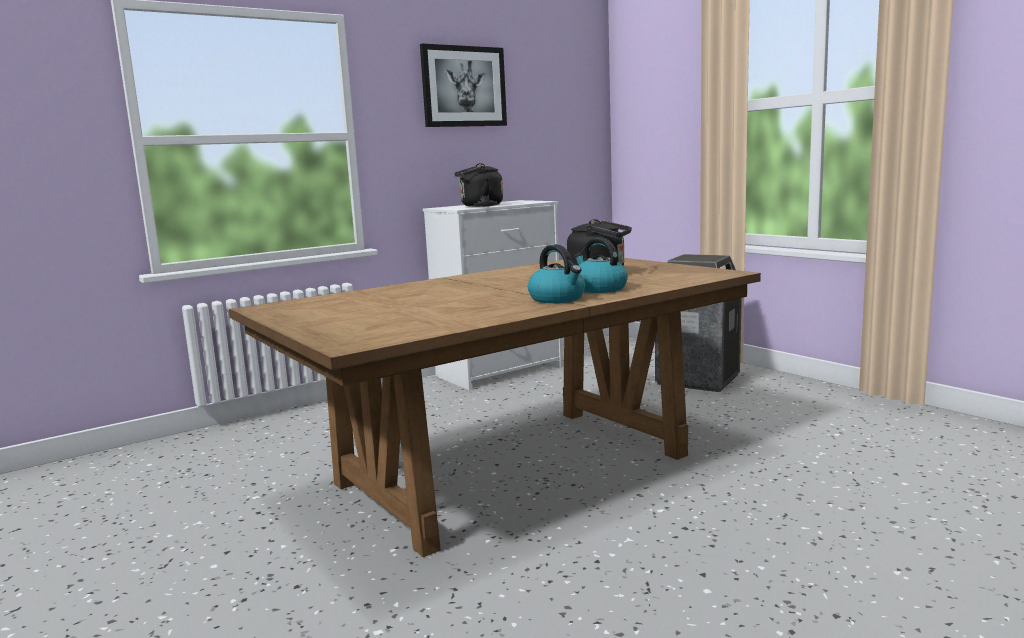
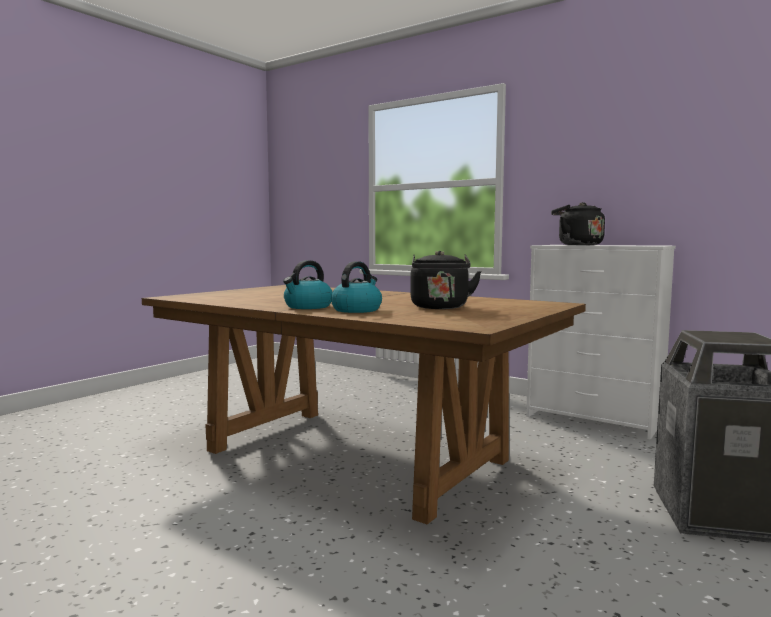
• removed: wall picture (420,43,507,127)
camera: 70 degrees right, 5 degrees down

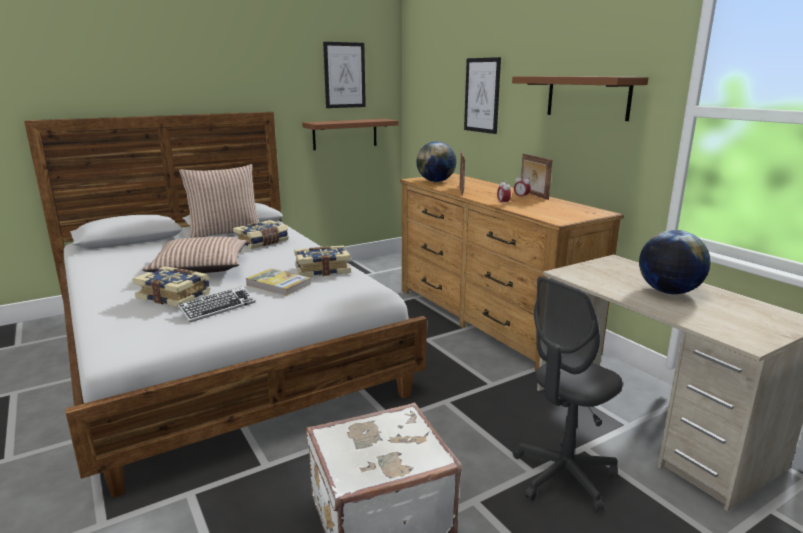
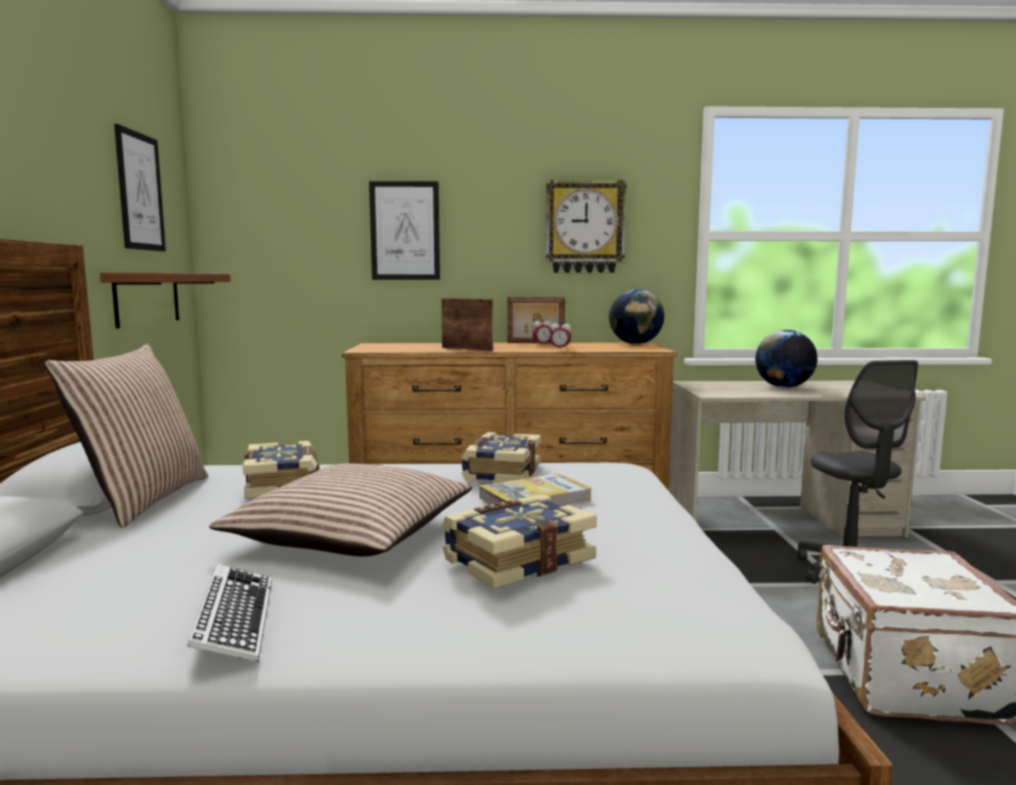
• moved: PC keyboard (178,286,256,323) to (187,564,272,662)
• moved: world globe (417,141,456,182) to (609,289,664,344)
• replaced: brownish wall shelf (512,76,649,121) to hanging clock (545,180,627,273)
camera: 60 degrees left, 10 degrees down

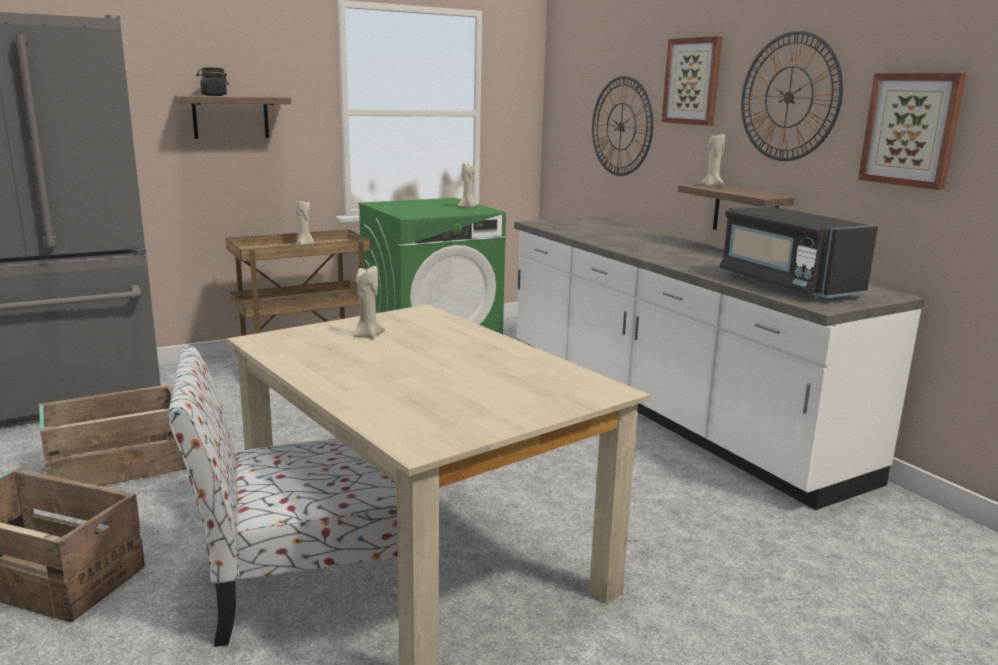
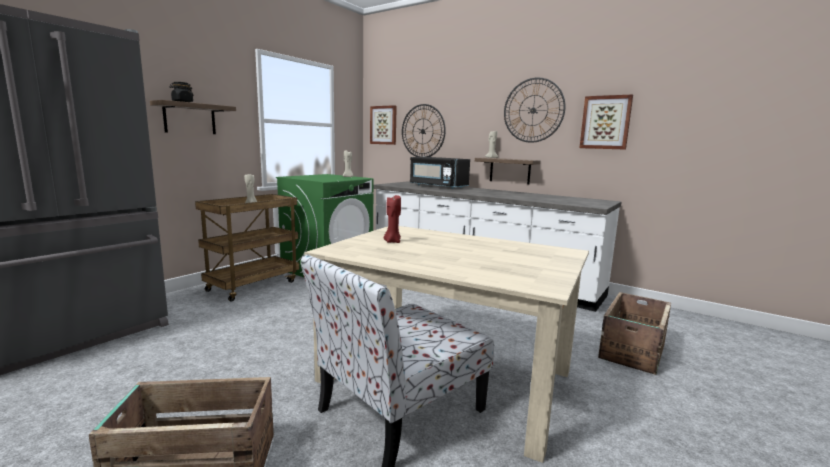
• moved: shipping crate (39,384,186,486) to (598,292,671,375)
• moved: wall picture (662,36,723,126) to (370,105,397,145)
• moved: black-coloured kitchen microwave (720,206,878,300) to (410,157,470,189)
• recoloured: sand-coloured wax light (353,266,385,339) to red-coloured wax light (384,195,401,243)
camera: 25 degrees left, 5 degrees down

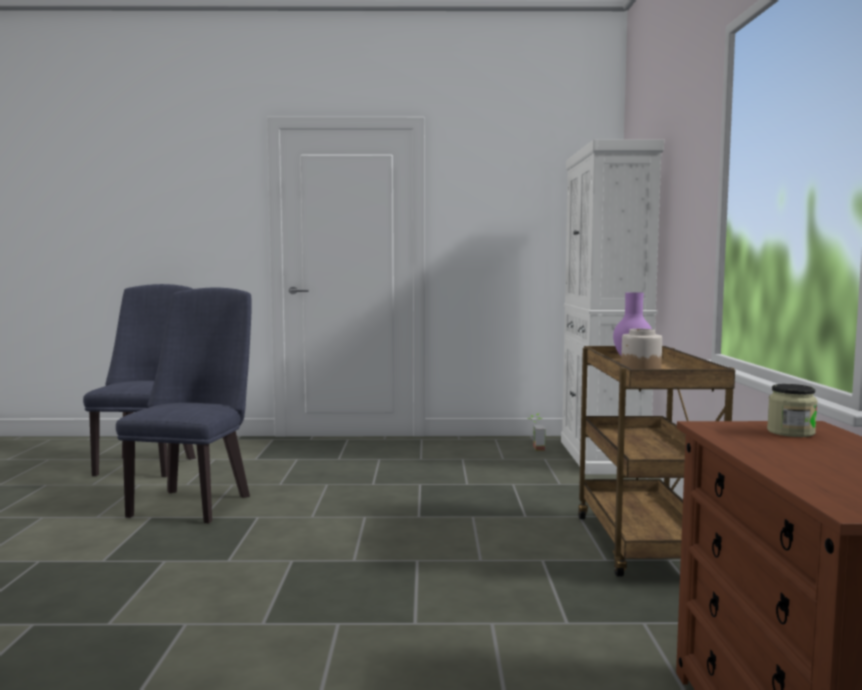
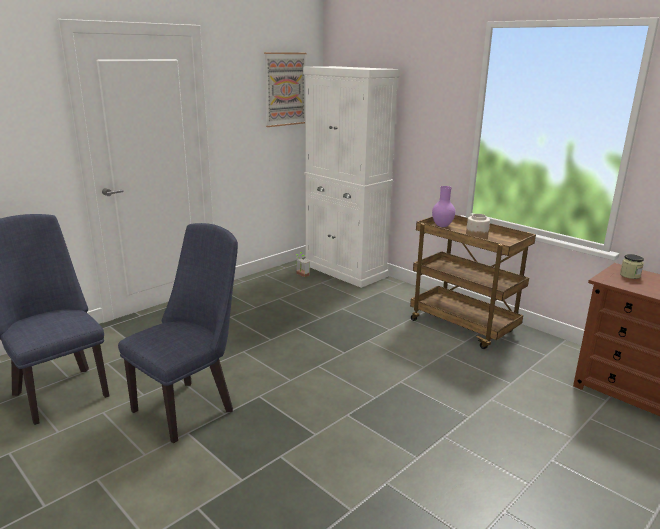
• added: wall picture (264,52,306,127)
• turned: blue-coloured plain chair (116,287,252,523) = (118,223,238,443) 75 degrees clockwise
camera: 45 degrees left, 15 degrees up

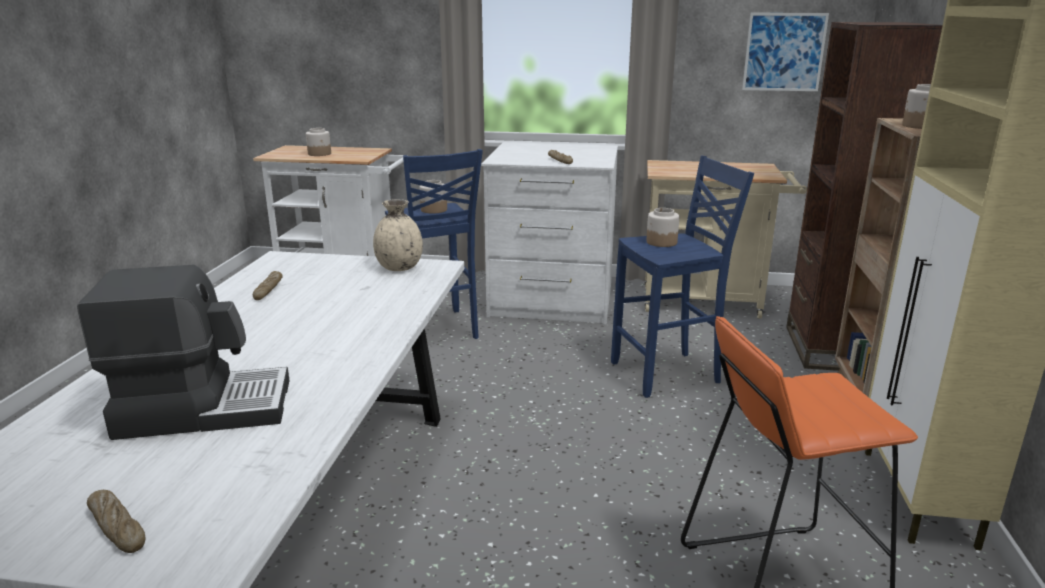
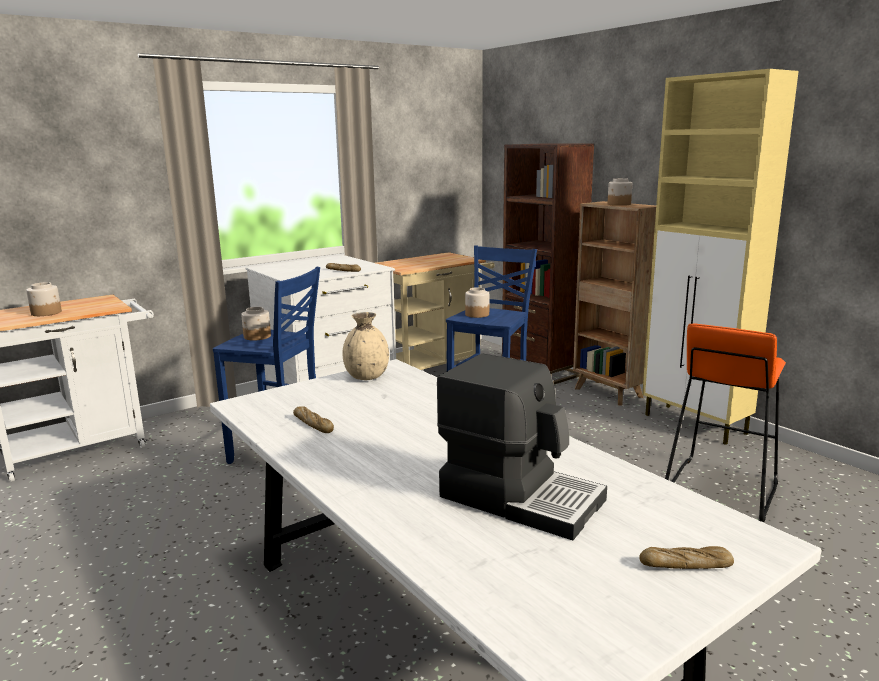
• removed: wall picture (742,13,829,91)
• turned: coffee machine (77,264,290,440) = (437,353,607,540) 90 degrees clockwise
camera: 45 degrees left, 5 degrees down

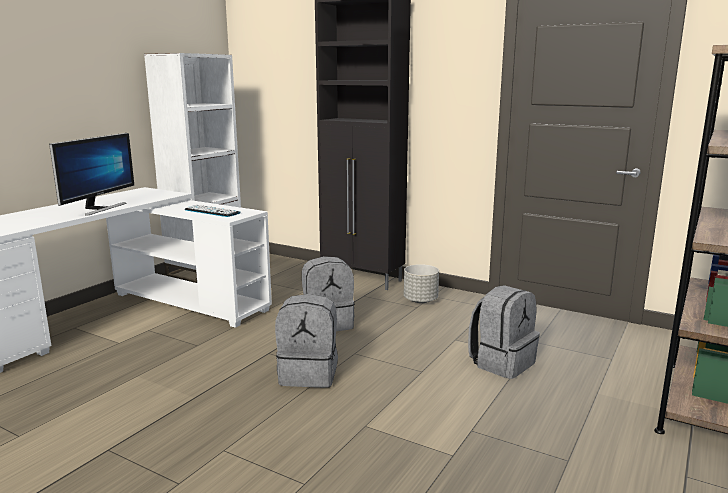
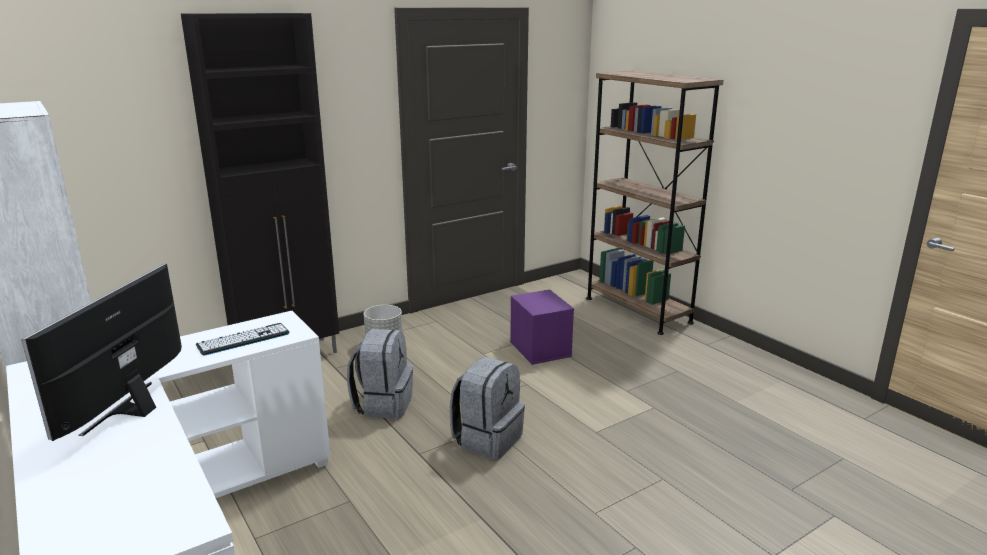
• replaced: gray rucksack (468,285,540,379) to purple storage container (510,290,574,365)
• turned: monitor (49,133,134,216) = (21,264,182,441) 120 degrees counterclockwise
camera: 65 degrees left, 5 degrees up

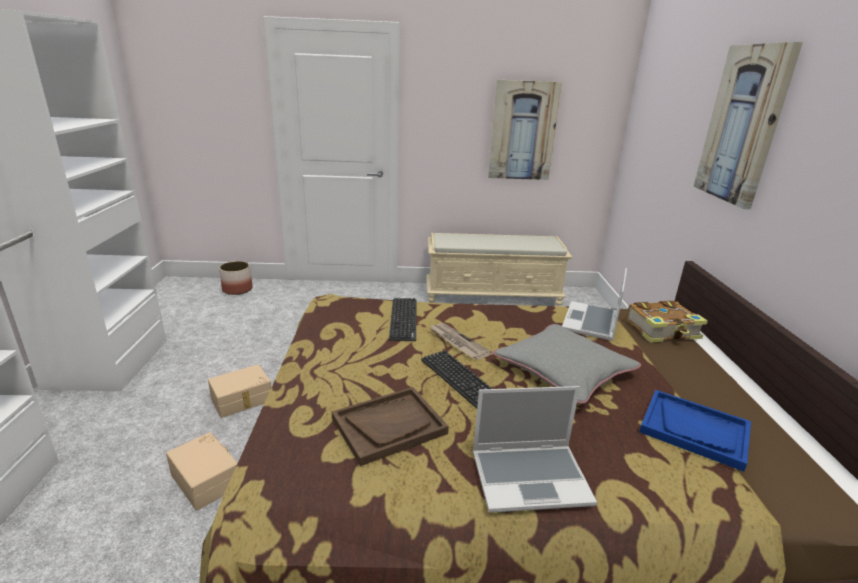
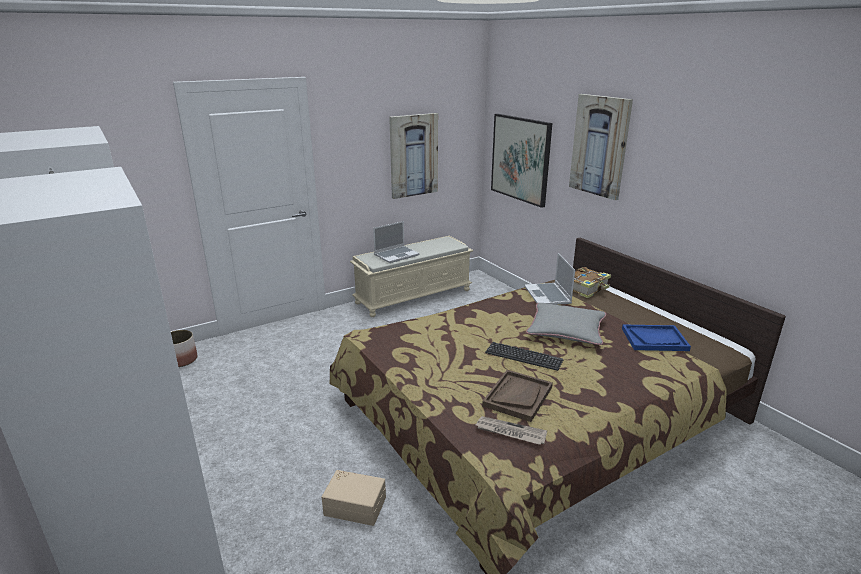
• removed: sand-coloured storage container (208,364,271,418)
• removed: PC keyboard (389,298,416,341)
• added: wall picture (491,114,552,208)
• moved: daily paper (430,323,492,360) to (476,416,547,445)
• moved: notebook computer (473,386,597,513) to (373,221,419,263)
camera: 30 degrees left, 0 degrees up

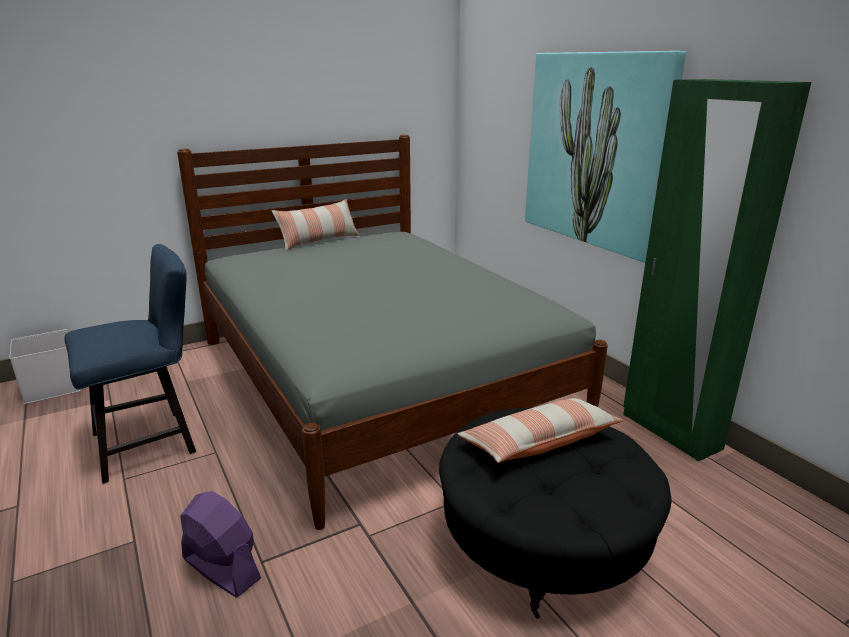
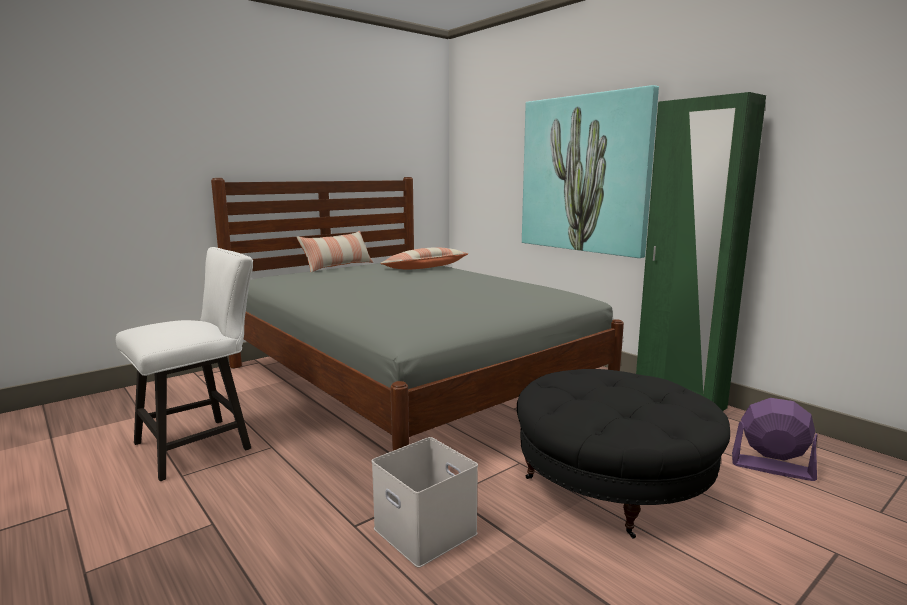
• moved: white-coloured storage container (9,329,81,404) to (372,437,478,567)
• moved: purple fan (180,491,261,598) to (732,398,818,481)
• moved: cushion (457,398,624,463) to (380,247,468,270)
• recoloured: blue-coloured plain chair (65,244,196,484) to white-coloured plain chair (116,247,253,481)
camera: 10 degrees left, 10 degrees down

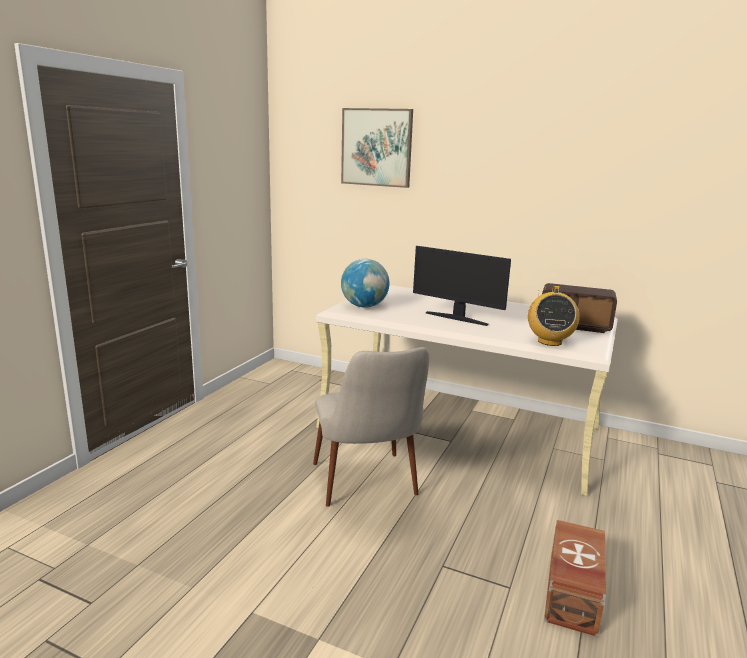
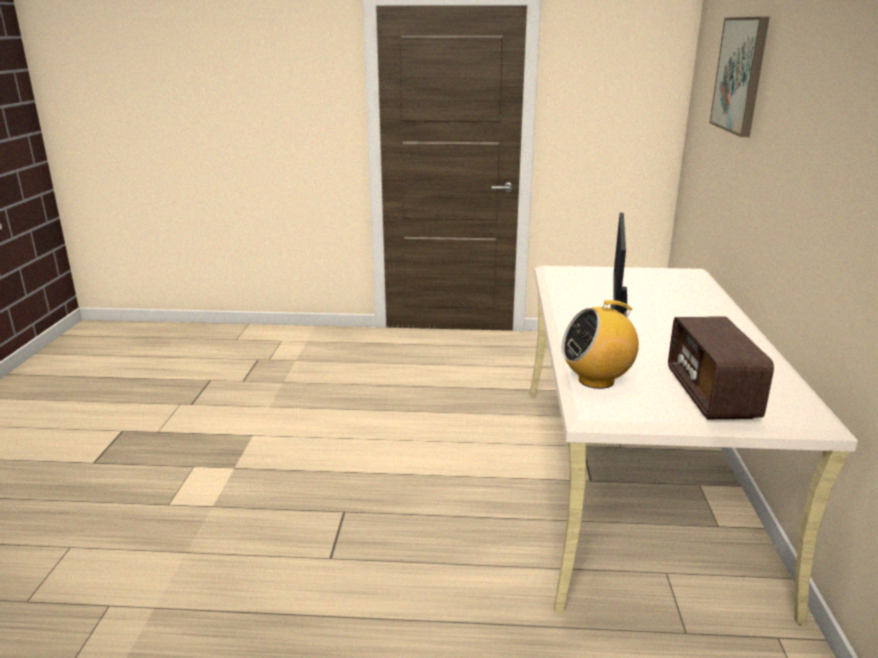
• removed: sand-coloured plain chair (313,347,429,507)
• removed: world globe (341,259,390,308)
• removed: brownish storage container (544,520,606,637)
camera: 70 degrees right, 5 degrees up

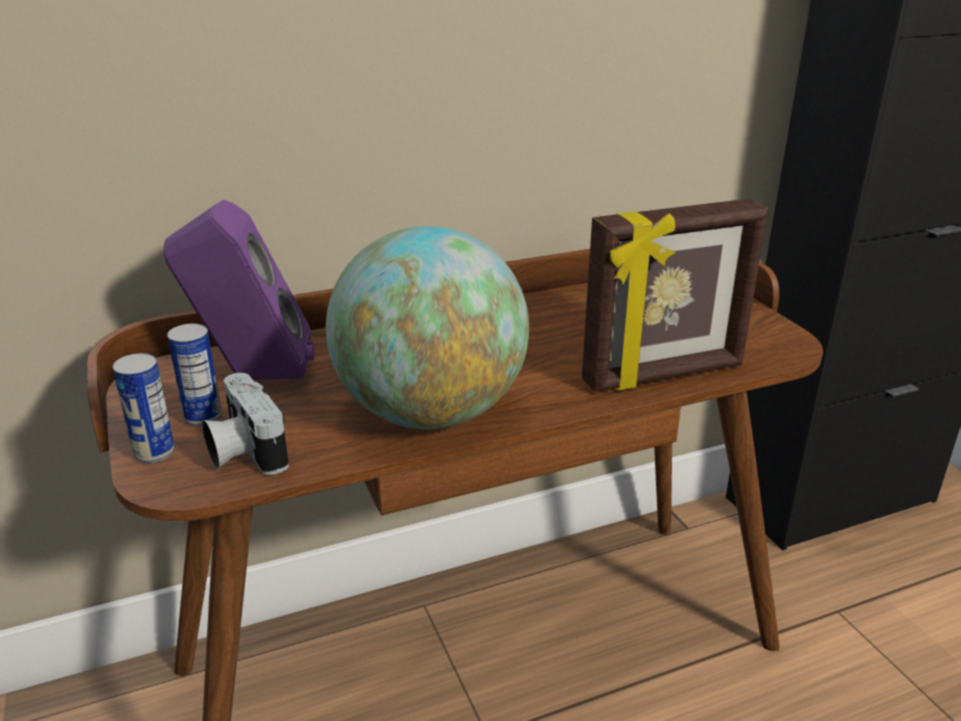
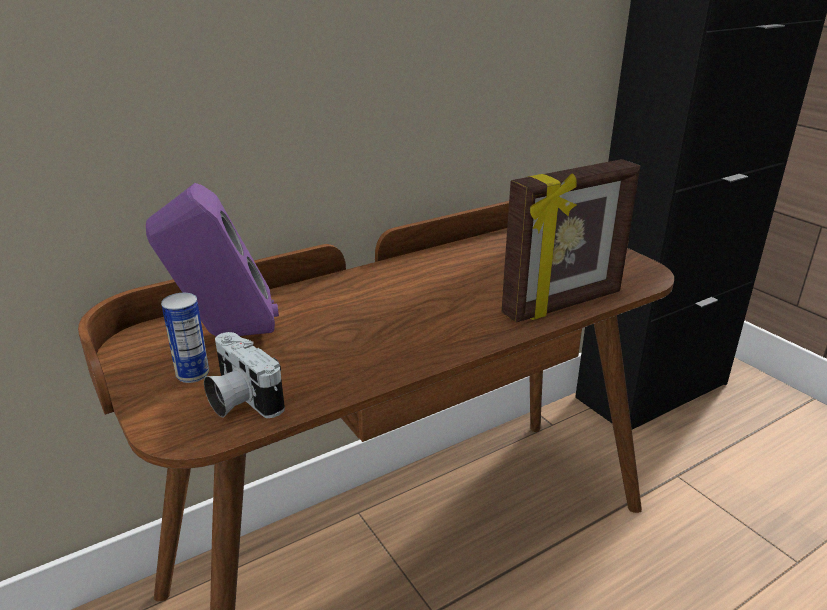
• removed: sealed can (113,353,175,463)
• removed: world globe (326,226,529,429)
camera: 10 degrees left, 0 degrees up

